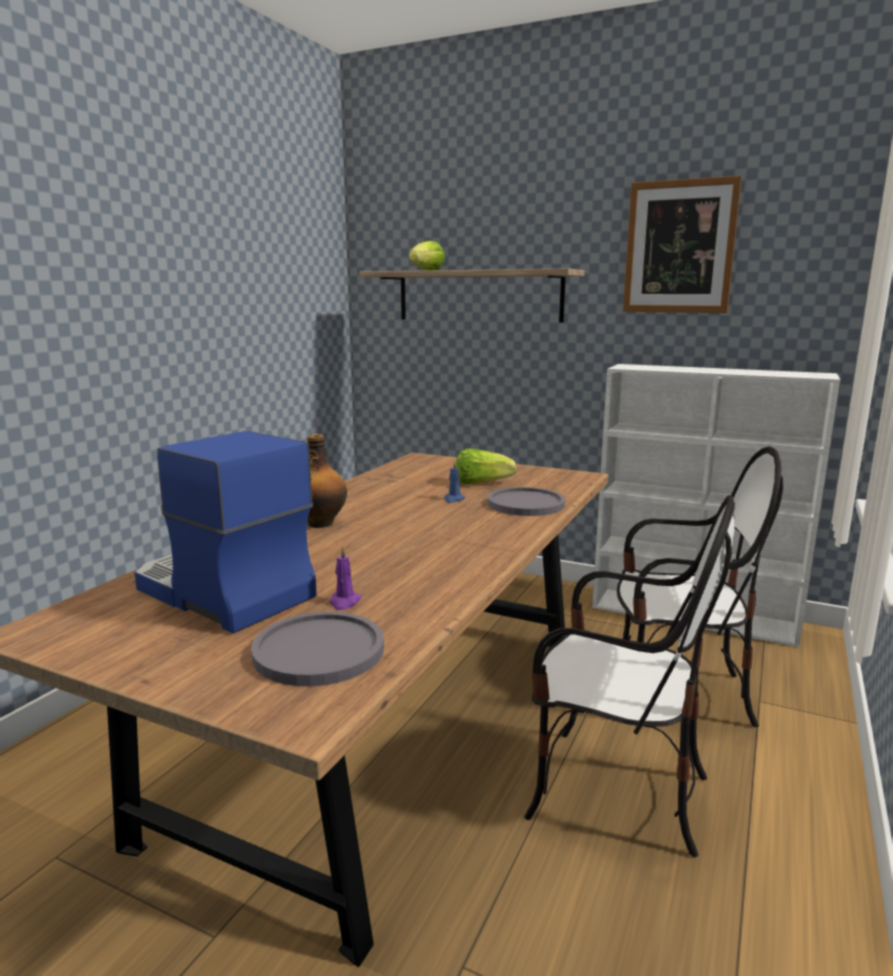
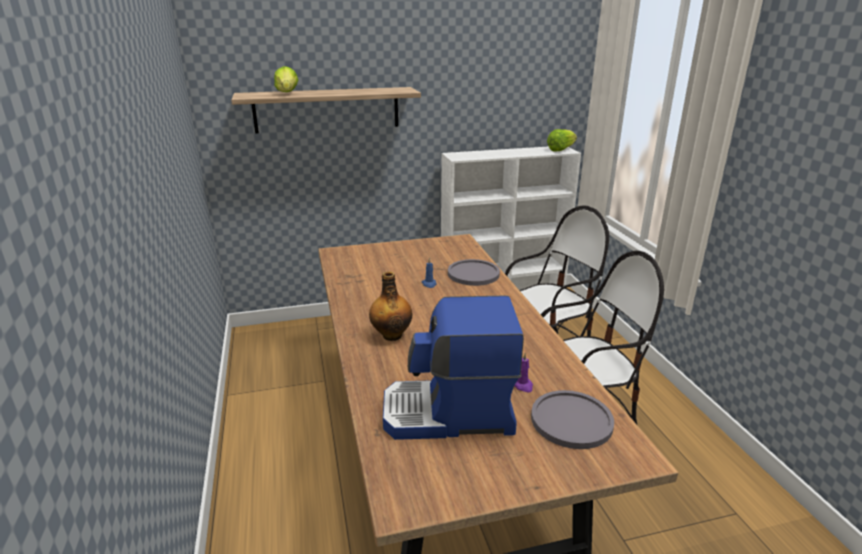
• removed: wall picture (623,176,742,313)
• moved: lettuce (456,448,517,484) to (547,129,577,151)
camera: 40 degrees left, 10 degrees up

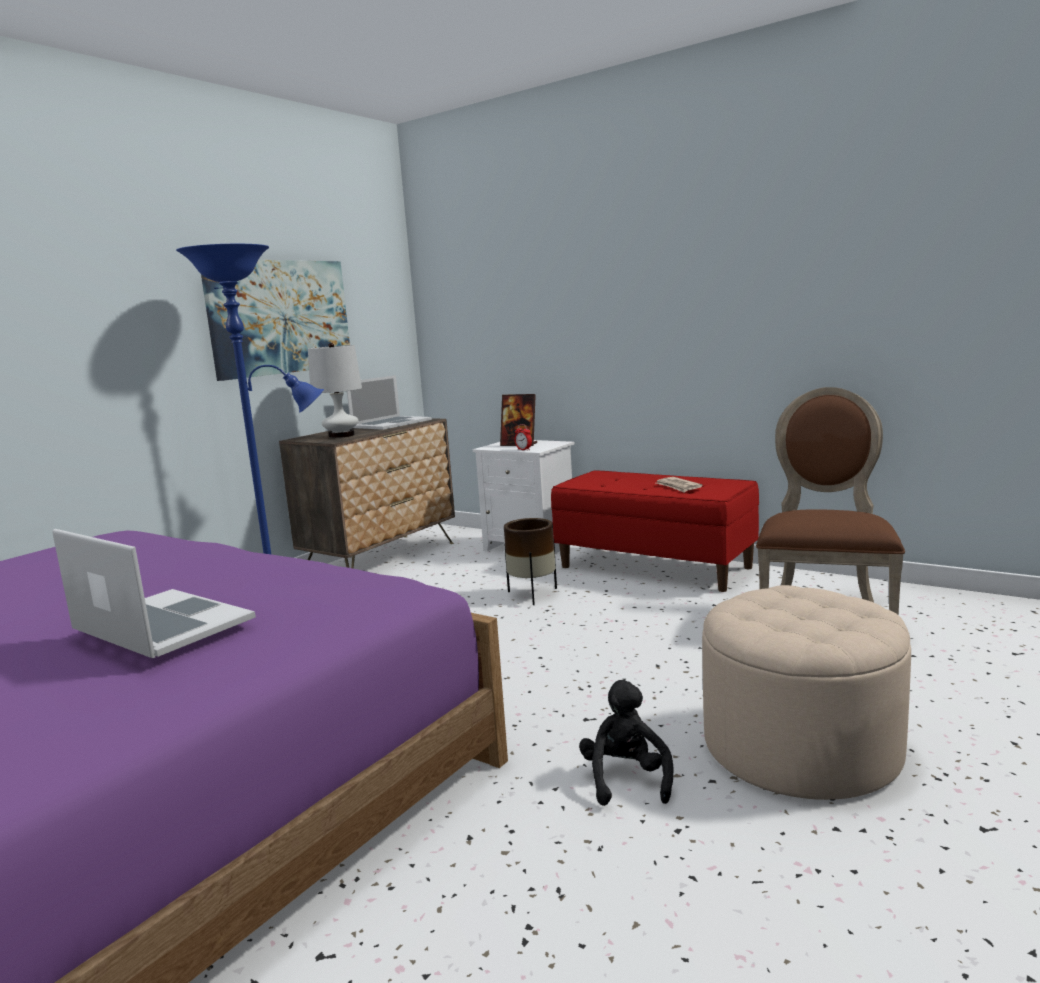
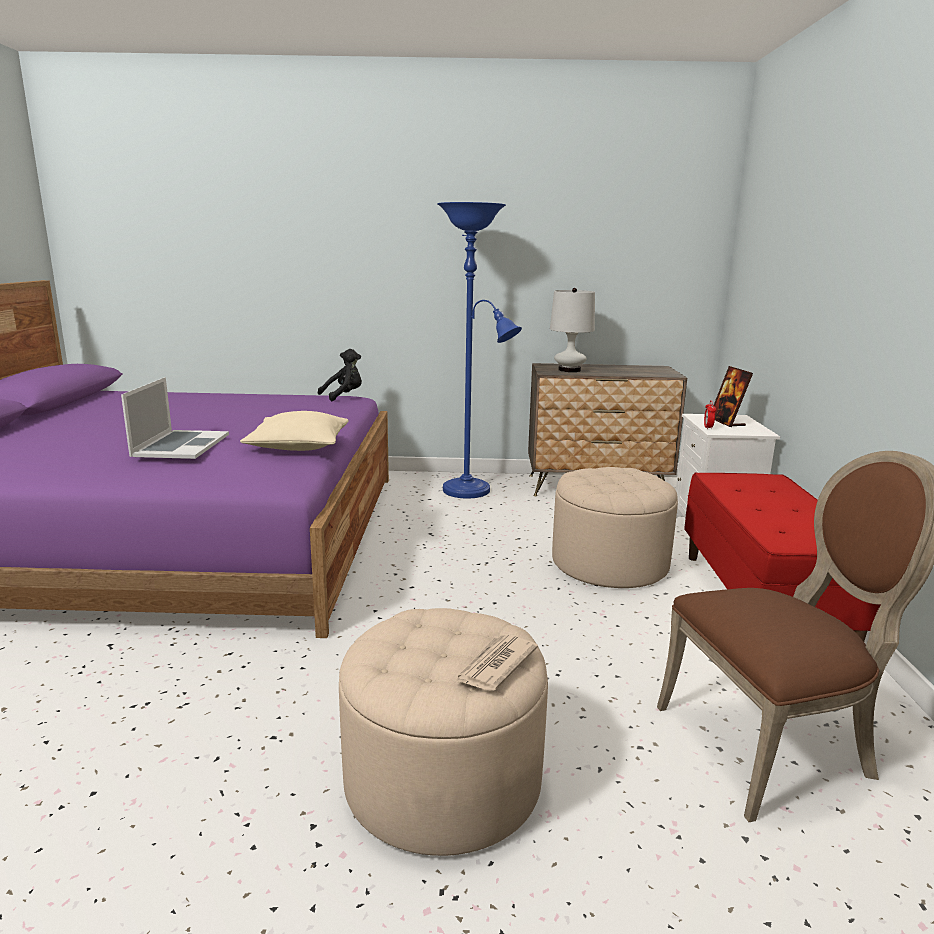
• removed: wall picture (201,260,350,381)
• removed: notebook computer (347,375,432,430)
• added: sand-coloured cushion (240,411,349,451)
• moved: black-coloured cuddly toy (579,680,674,806) to (318,349,362,402)
• moved: daily paper (656,477,703,493) to (455,634,538,691)
• replaced: brownish flower pot (504,518,557,605) to sand-coloured pouffe (552,467,678,588)
camera: 55 degrees right, 5 degrees up

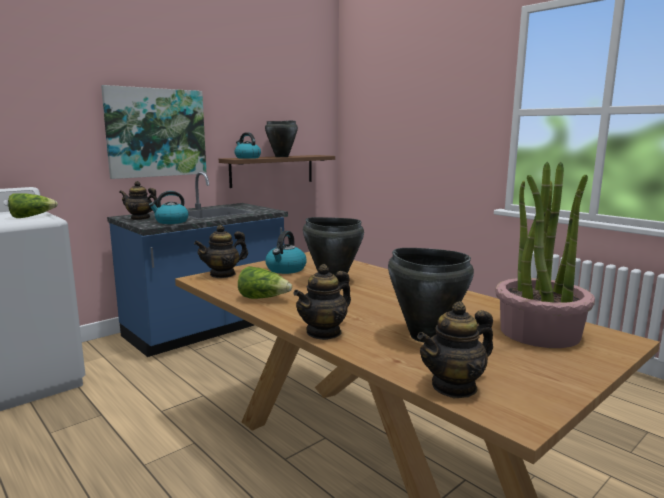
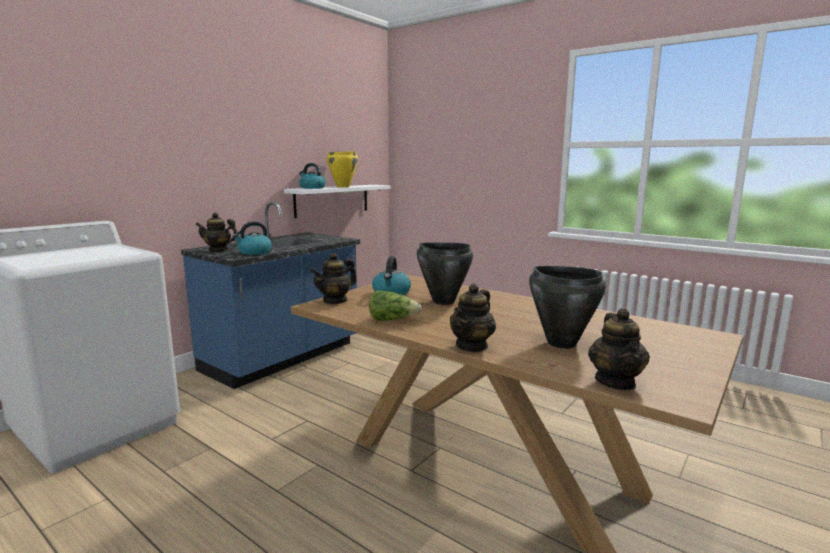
• removed: lettuce (8,193,58,218)
• removed: wall picture (101,85,207,179)
• removed: plant in a pot (495,162,595,348)
• recoloured: brownish wall shelf (219,155,335,188) to white-coloured wall shelf (284,185,391,218)
• recoloured: black-coloured cooking pot (265,120,298,157) to yellowish cooking pot (326,151,358,187)
• turned: teapot (417,301,493,398) = (588,308,650,390) 45 degrees counterclockwise
camera: 10 degrees left, 0 degrees up

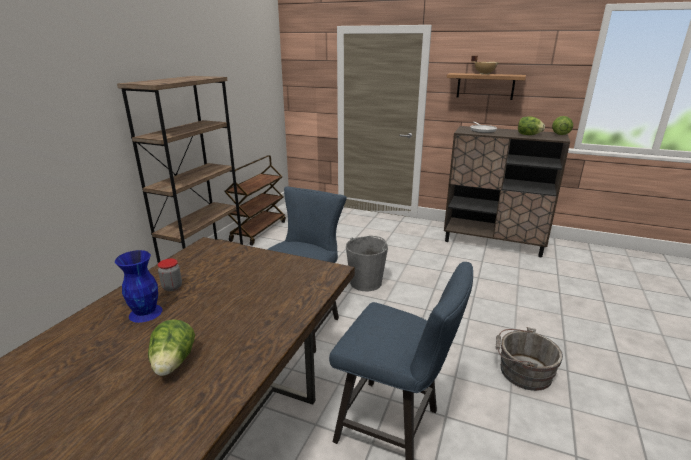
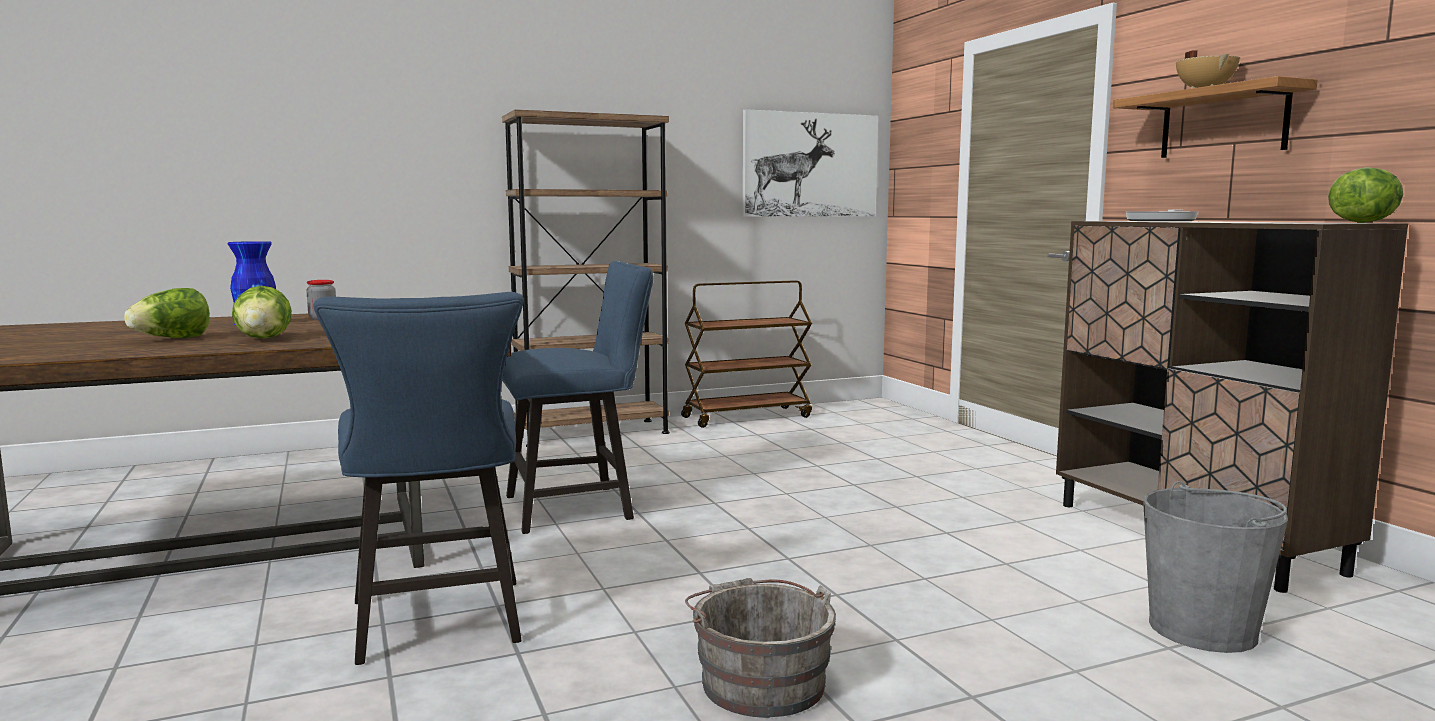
• added: wall picture (743,109,878,217)
• moved: gray water bucket (346,236,388,291) to (1143,481,1288,653)
• moved: lettuce (518,116,545,135) to (232,286,292,339)
camera: 45 degrees right, 15 degrees down

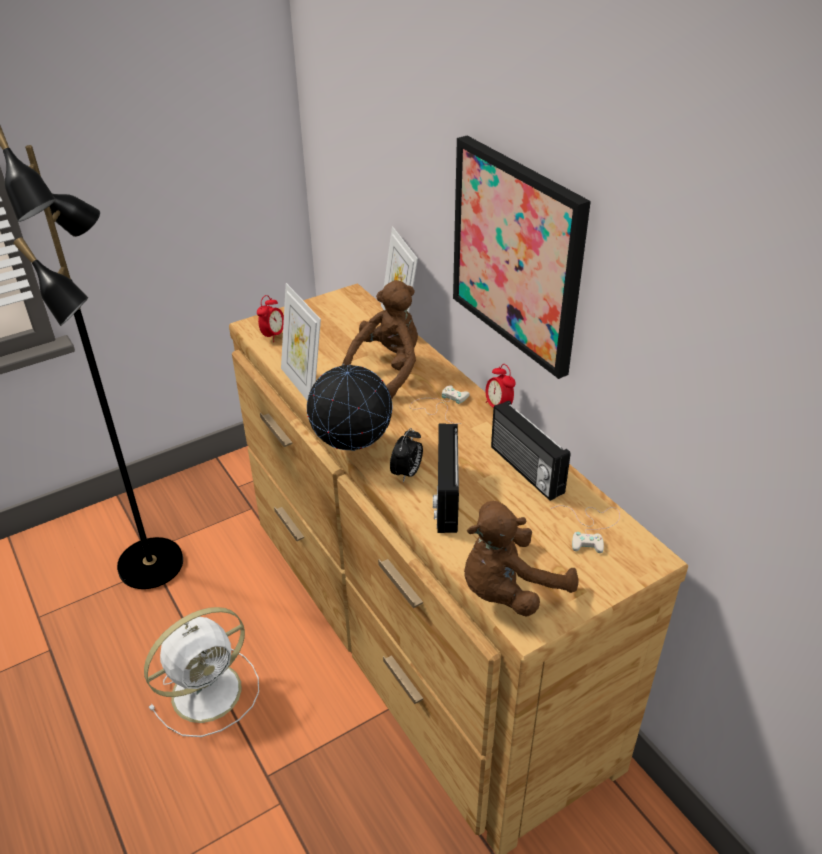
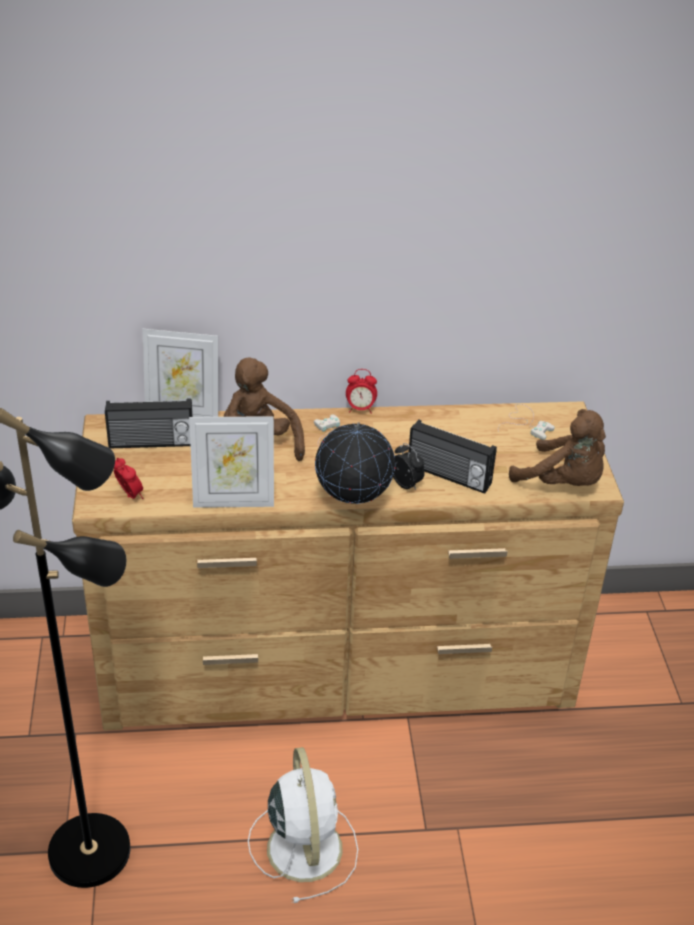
• removed: wall picture (453,136,591,379)
• moved: radio receiver (491,401,571,501) to (105,399,193,448)
• turned: brownish cuddly toy (464,501,579,616) = (509,409,606,486) 45 degrees counterclockwise
camera: 65 degrees left, 0 degrees up

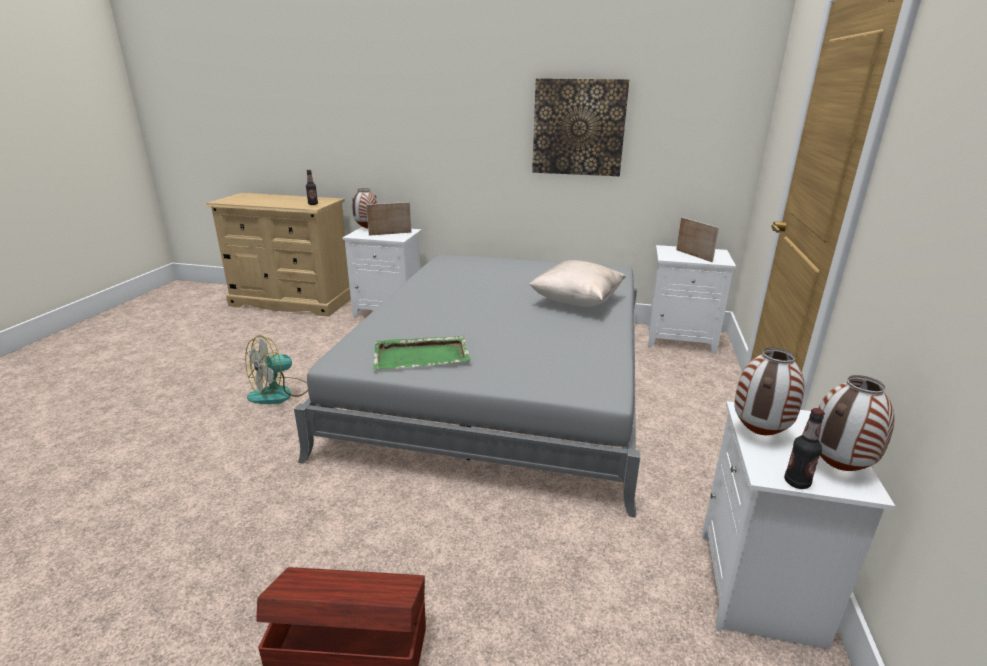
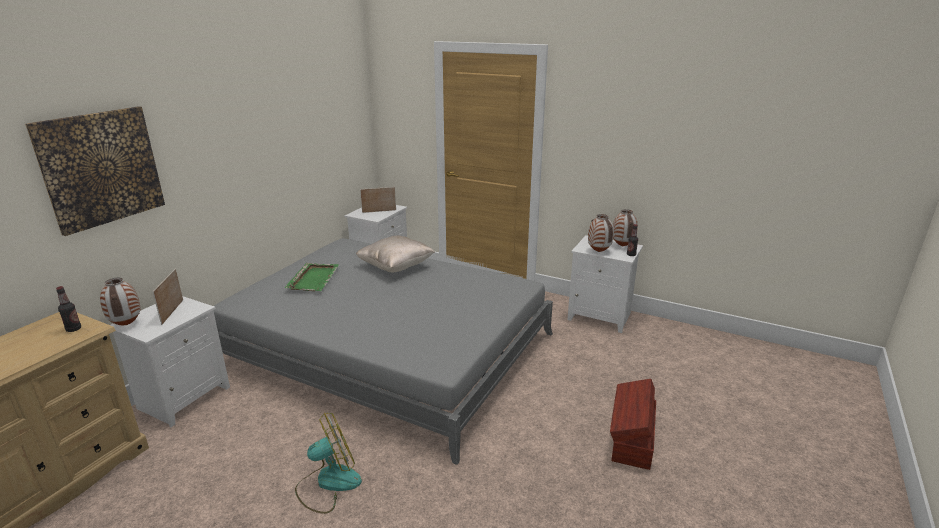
• moved: green-coloured carrying tray (373,336,470,370) to (285,263,339,291)
• moved: wall picture (532,78,629,176) to (25,106,165,236)
• turned: fan (245,335,308,404) = (295,413,362,514) 90 degrees counterclockwise
camera: 75 degrees left, 0 degrees up

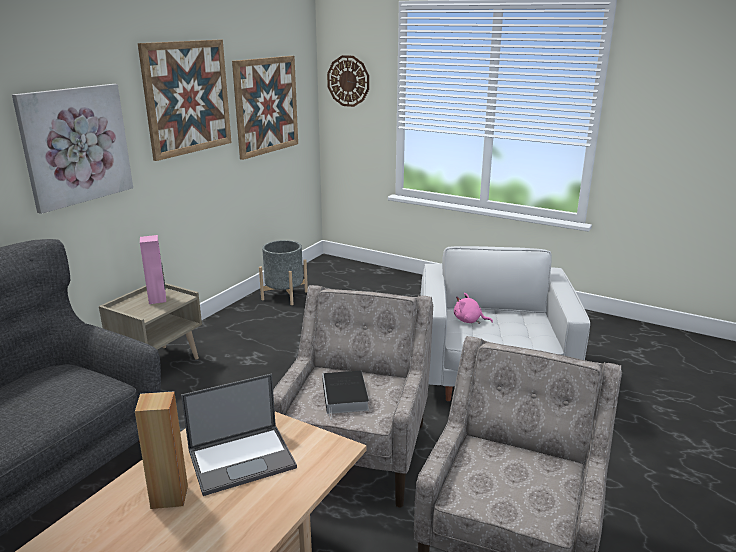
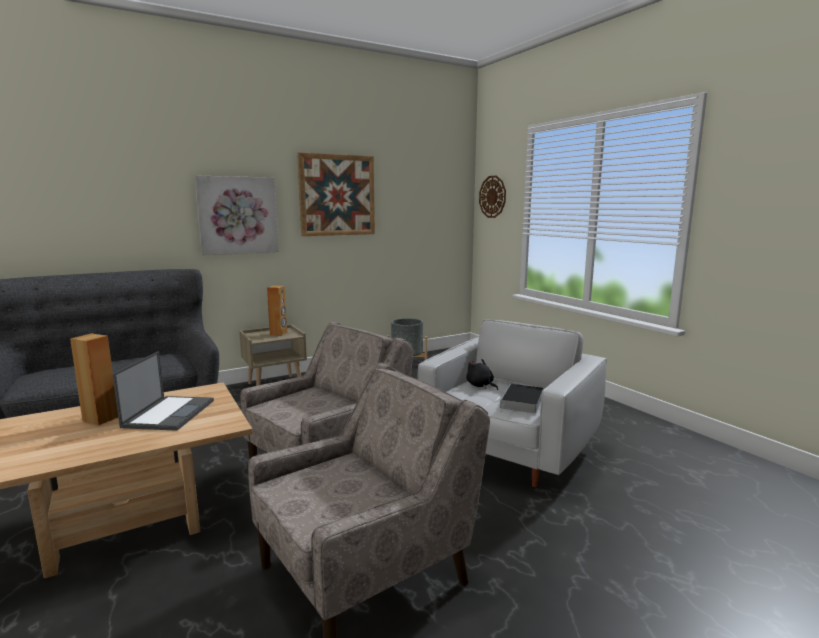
• removed: wall picture (232,56,298,160)
• moved: book (322,370,369,420) to (500,384,544,413)
• recoloured: pink speaker (140,235,166,304) to brownish speaker (267,286,287,336)
• recoloured: pink cuddly toy (454,293,493,324) to black-coloured cuddly toy (466,359,498,390)
• turned: notebook computer (181,373,297,496) = (112,351,214,431) 90 degrees counterclockwise
camera: 30 degrees right, 10 degrees down

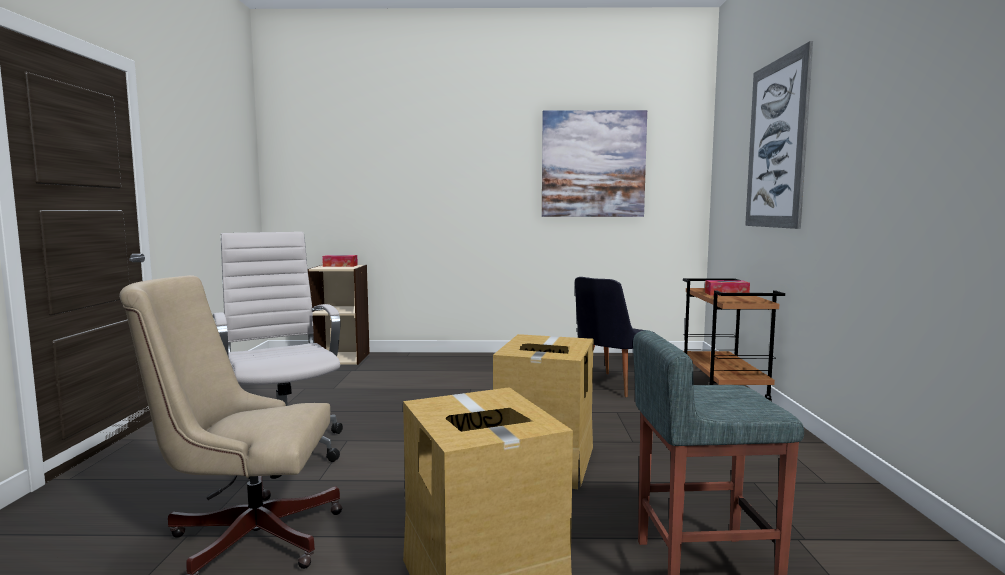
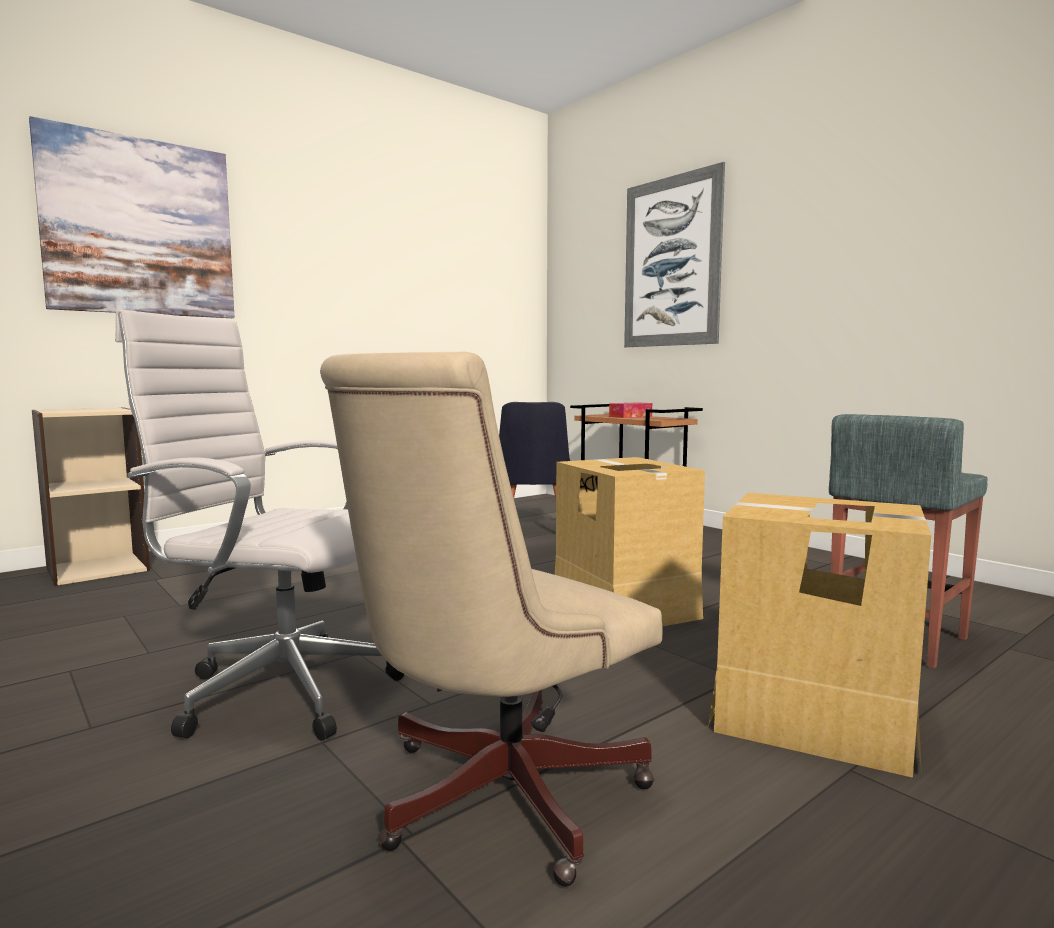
• removed: box of tissues (322,255,358,267)
• moved: wall picture (542,110,647,217) to (29,116,235,318)
camera: 40 degrees left, 0 degrees up

